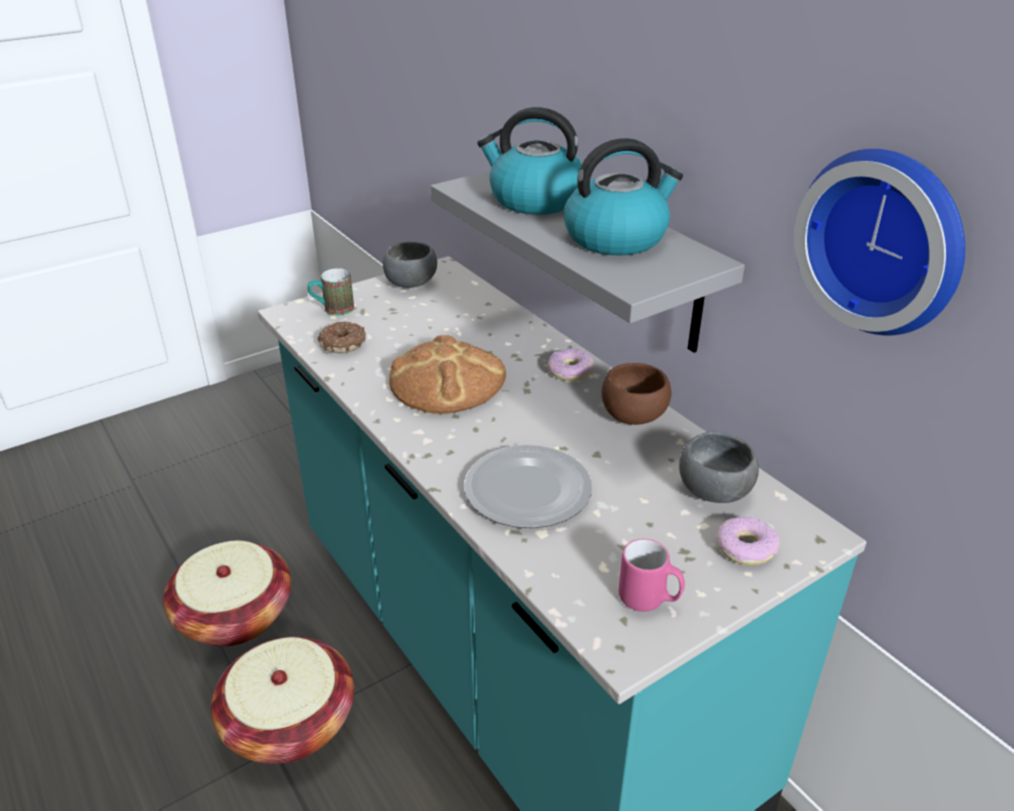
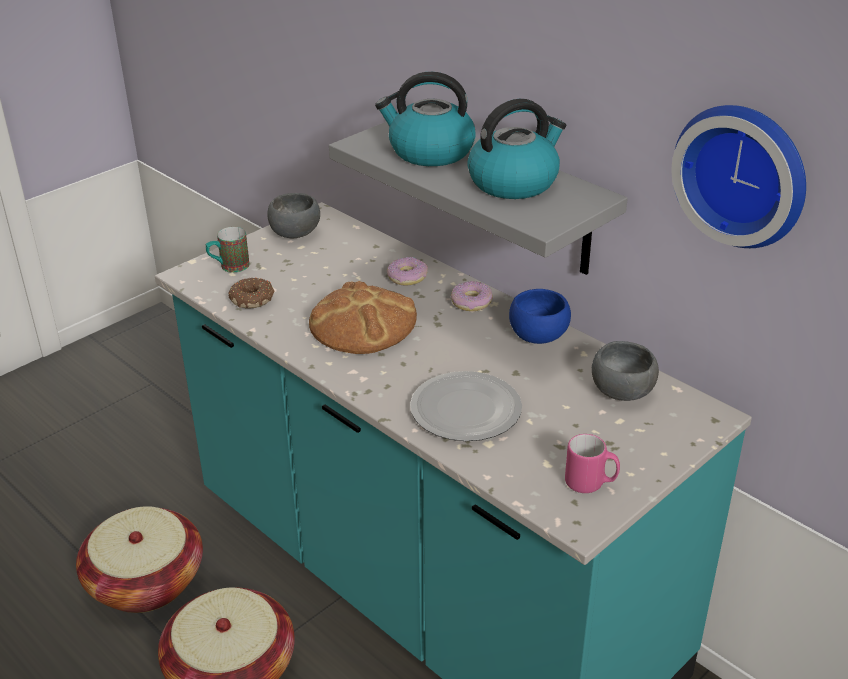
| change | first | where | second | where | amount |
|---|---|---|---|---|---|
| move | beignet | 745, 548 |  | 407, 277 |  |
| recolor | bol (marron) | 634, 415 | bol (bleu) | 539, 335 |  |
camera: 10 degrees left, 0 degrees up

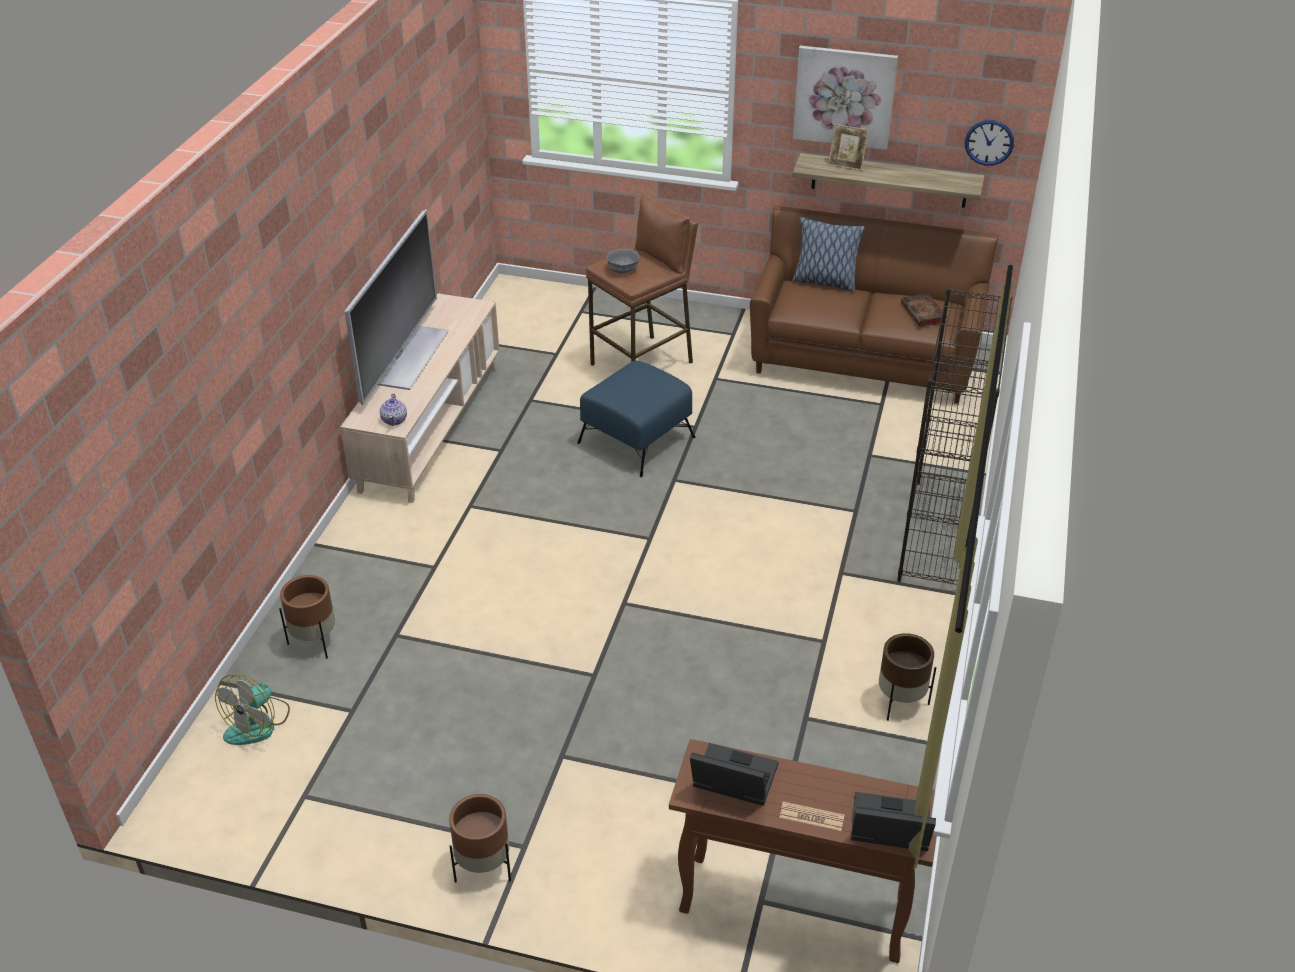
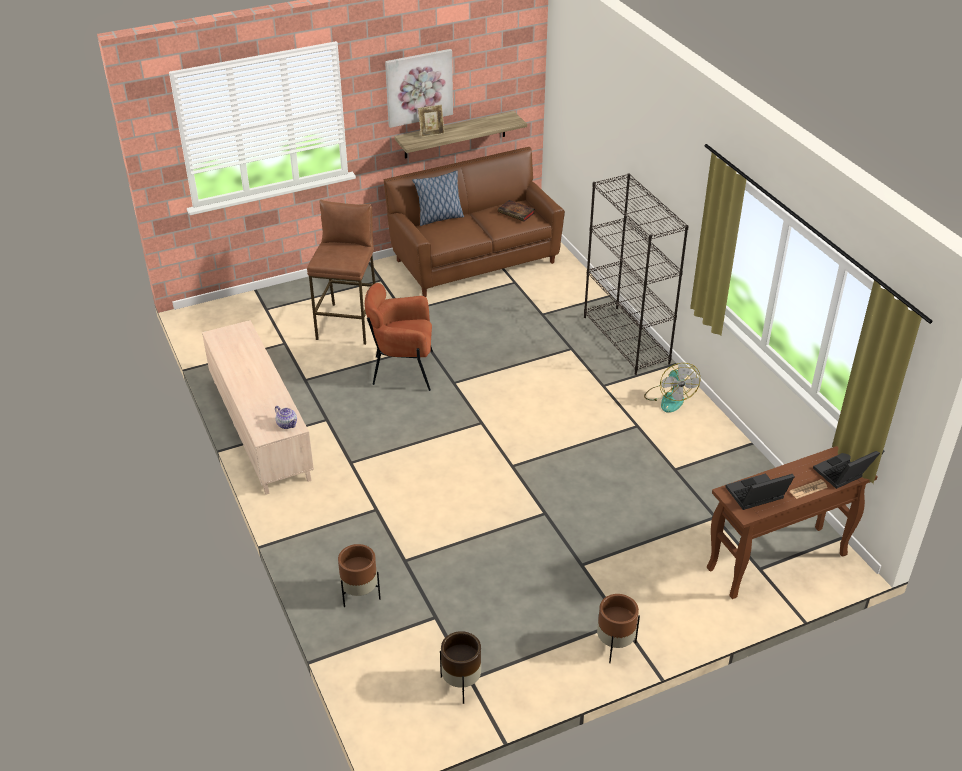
| change | first | where | second | where | amount |
|---|---|---|---|---|---|
| replace | pouf (bleu) | 637, 439 | fauteuil (marron) | 403, 370 |  |
| move | cache-pot (marron) | 900, 702 |  | 461, 684 |  |
| move | ventilateur | 258, 723 |  | 669, 398 |  |
| delete | téléviseur | 412, 357 |  |  |  |
| delete | bol (gris) | 623, 270 |  |  |  |
| delete | horloge murale | 989, 142 |  |  |  |
camera: 40 degrees left, 0 degrees up

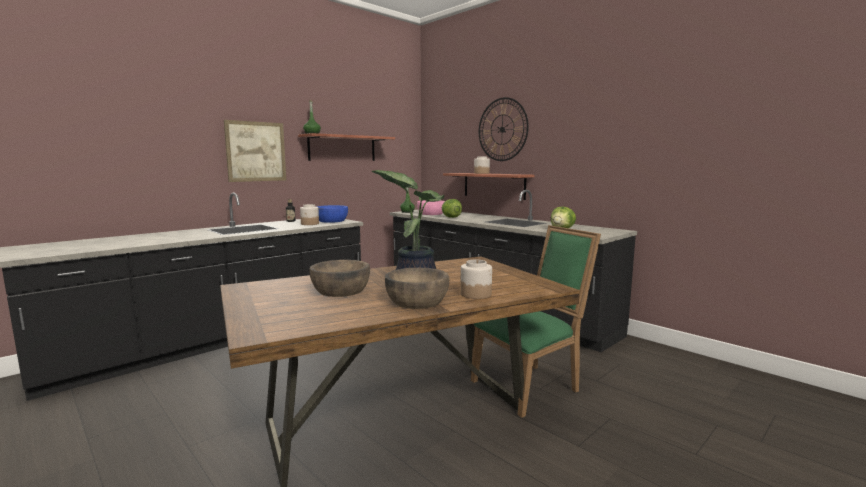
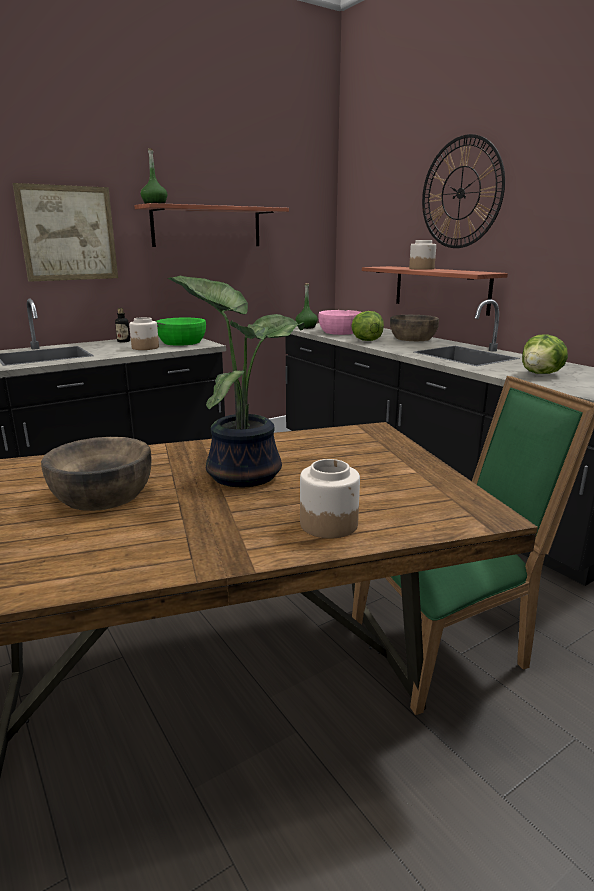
| change | first | where | second | where | amount |
|---|---|---|---|---|---|
| recolor | bol (bleu) | 331, 221 | bol (vert) | 182, 342 |  |
| move | bol (marron) | 417, 301 |  | 413, 338 |  |
camera: 10 degrees right, 10 degrees up

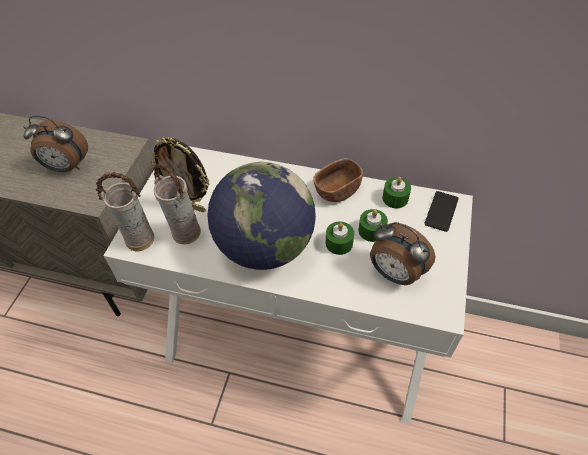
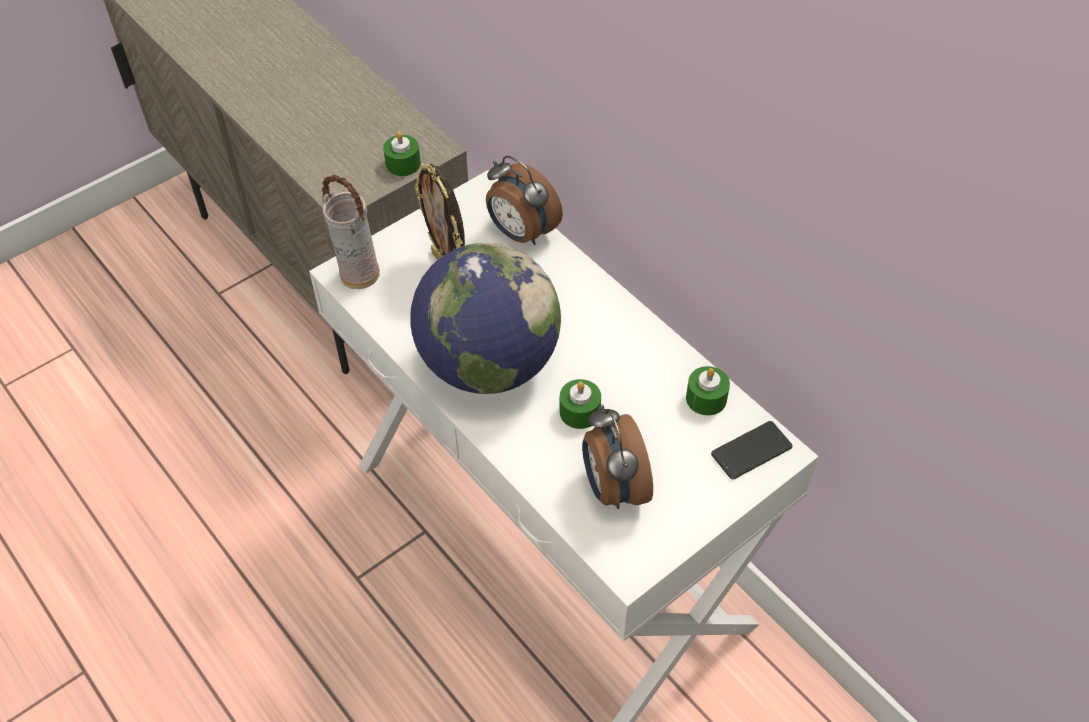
| change | first | where | second | where | amount |
|---|---|---|---|---|---|
| move | bougie (vert) | 371, 231 |  | 403, 164 |  |
| move | réveil | 67, 167 |  | 521, 233 |  |
| delete | vase | 185, 234 |  |  |  |
| delete | bol (marron) | 337, 190 |  |  |  |
camera: 35 degrees right, 0 degrees up

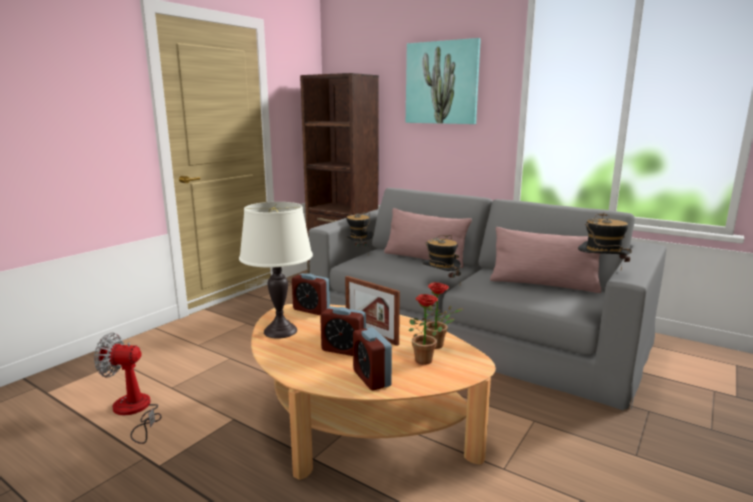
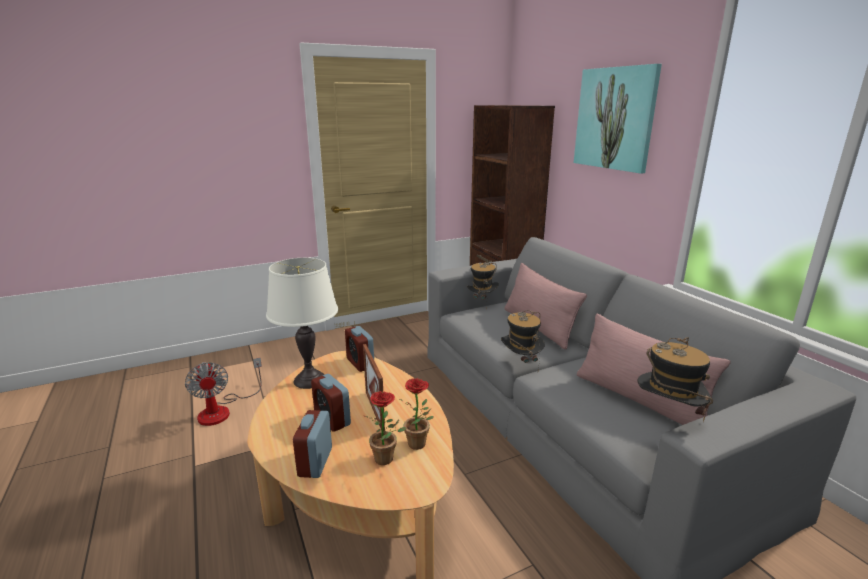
| change | first | where | second | where | amount |
|---|---|---|---|---|---|
| rotate | ventilateur | 135, 411 |  | 223, 410 | 150 degrees counterclockwise |
camera: 30 degrees right, 5 degrees up

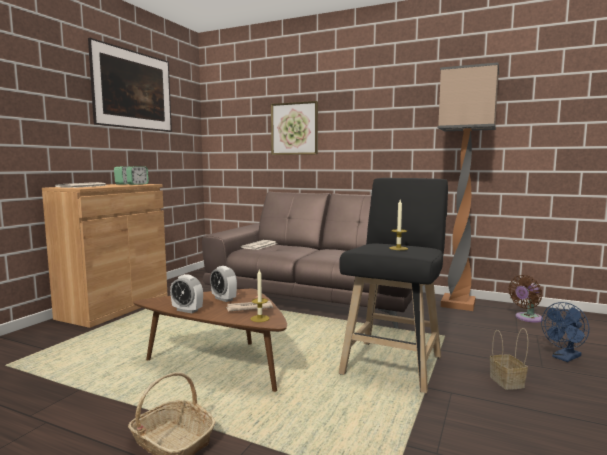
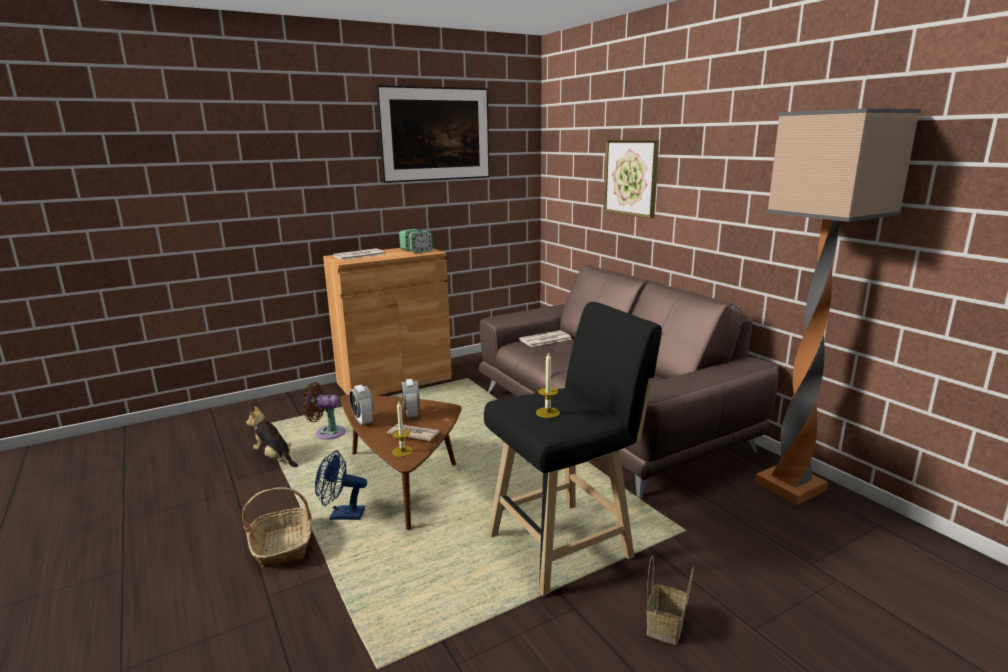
| change | first | where | second | where | amount |
|---|---|---|---|---|---|
| insert |  |  | peluche | 275, 458 |  |
| move | ventilateur (marron) | 527, 318 |  | 327, 433 |  |
| move | ventilateur (bleu) | 564, 358 |  | 341, 515 |  |
camera: 35 degrees right, 10 degrees up

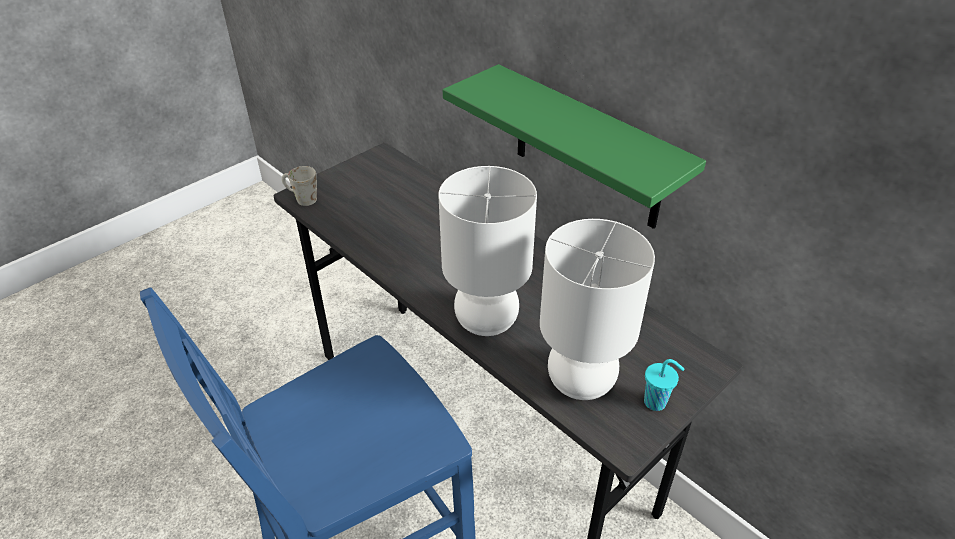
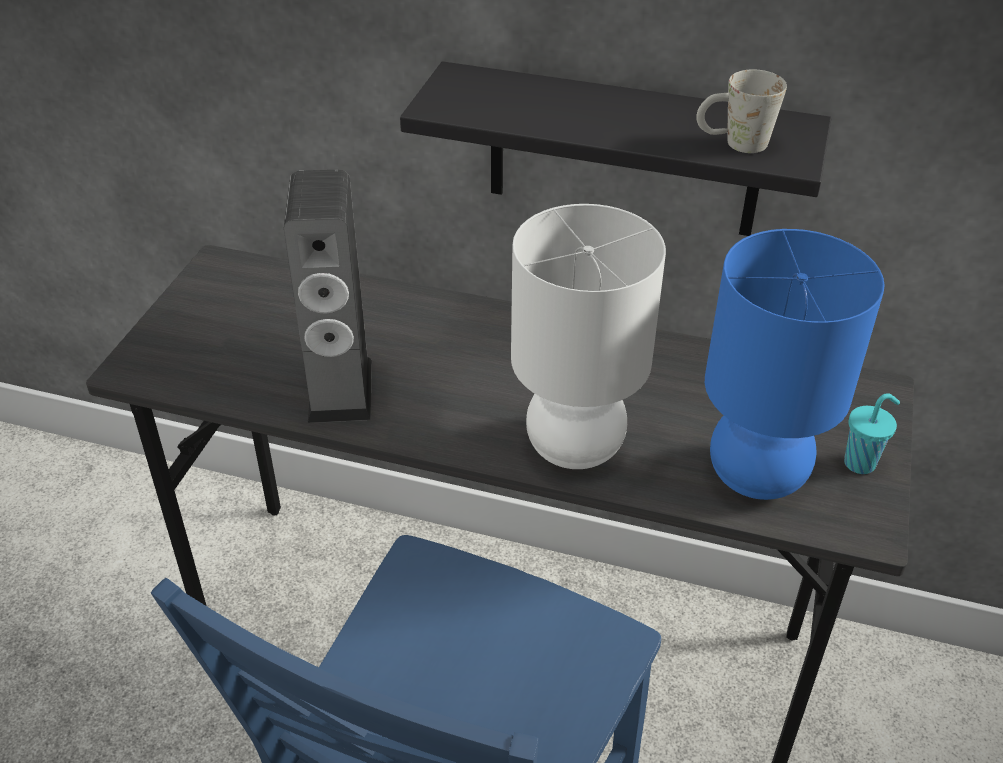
| change | first | where | second | where | amount |
|---|---|---|---|---|---|
| insert |  |  | enceinte | 340, 390 |  |
| recolor | étagère (vert) | 587, 149 | étagère (noir) | 623, 152 |  |
| move | mug (blanc) | 301, 198 |  | 733, 144 |  |
| recolor | lampe de table (blanc) | 581, 382 | lampe de table (bleu) | 758, 476 |  |
camera: 30 degrees left, 0 degrees up

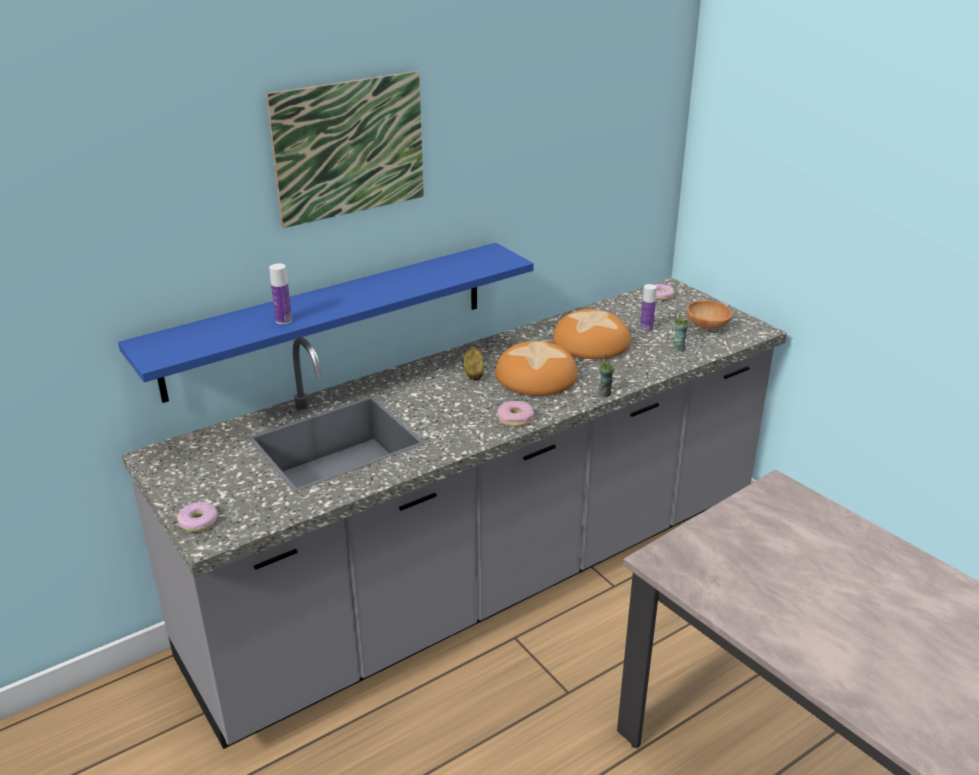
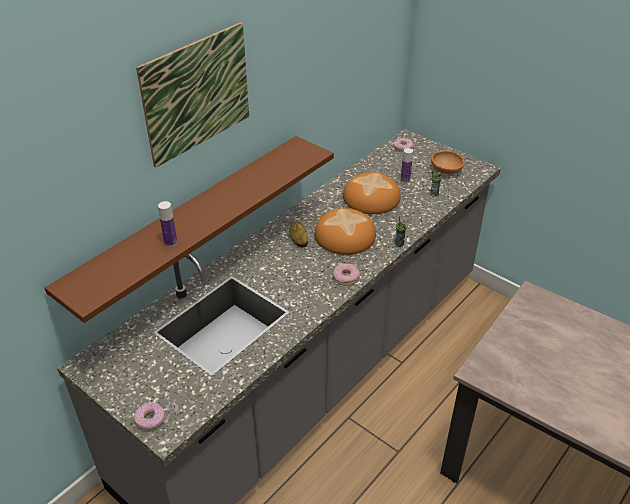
| change | first | where | second | where | amount |
|---|---|---|---|---|---|
| recolor | étagère (bleu) | 329, 319 | étagère (marron) | 190, 223 |  |
camera: 15 degrees left, 10 degrees up

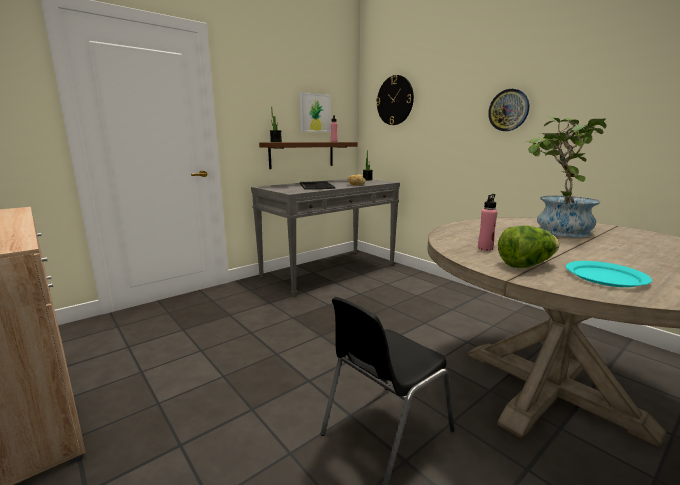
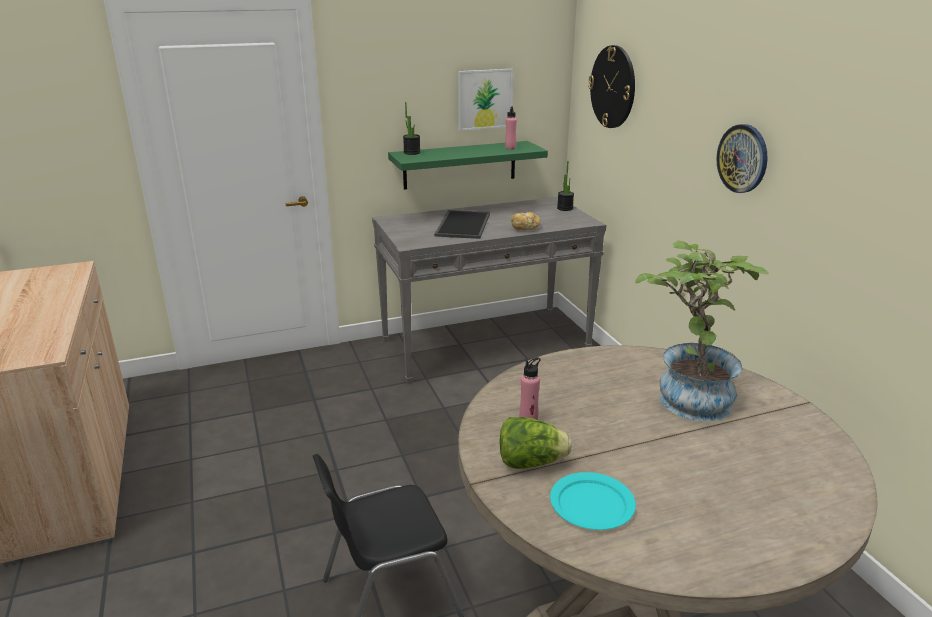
| change | first | where | second | where | amount |
|---|---|---|---|---|---|
| recolor | étagère (marron) | 302, 154 | étagère (vert) | 460, 165 |  |
camera: 20 degrees right, 10 degrees up

